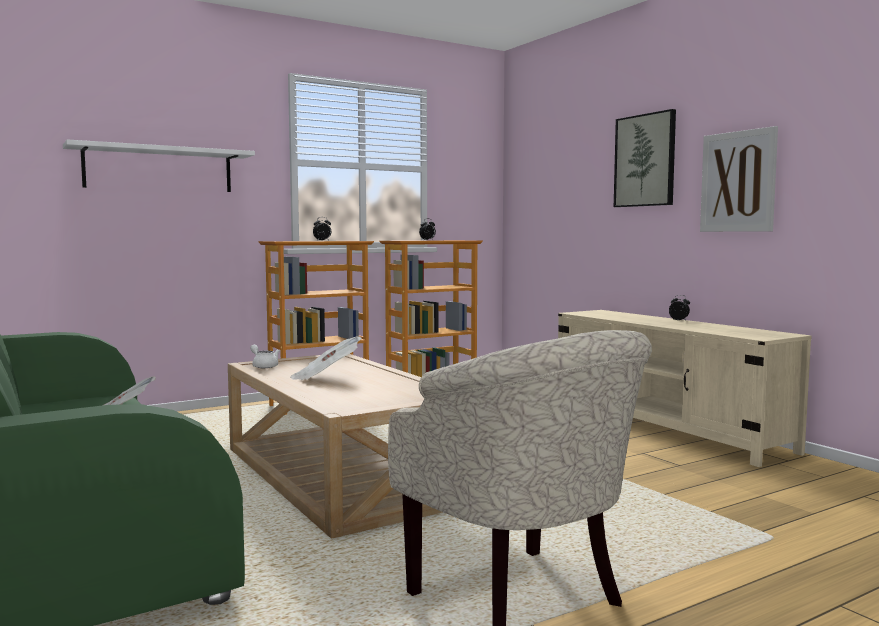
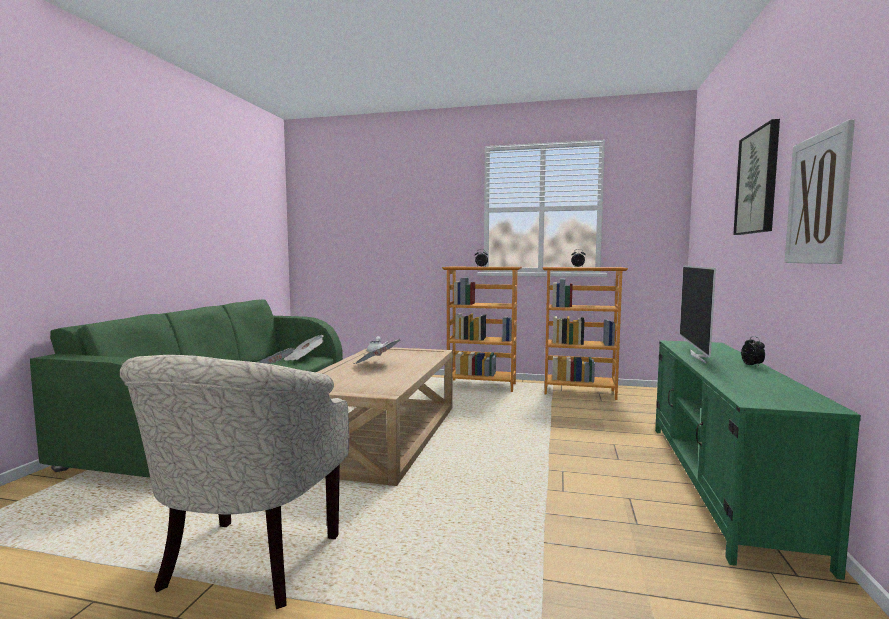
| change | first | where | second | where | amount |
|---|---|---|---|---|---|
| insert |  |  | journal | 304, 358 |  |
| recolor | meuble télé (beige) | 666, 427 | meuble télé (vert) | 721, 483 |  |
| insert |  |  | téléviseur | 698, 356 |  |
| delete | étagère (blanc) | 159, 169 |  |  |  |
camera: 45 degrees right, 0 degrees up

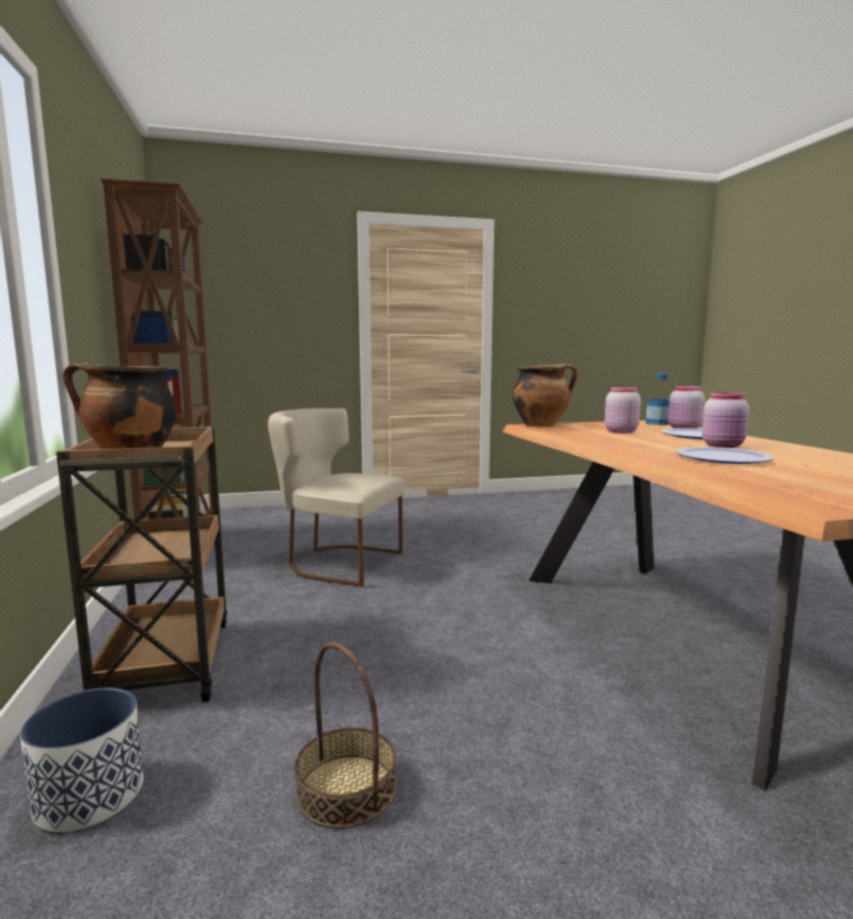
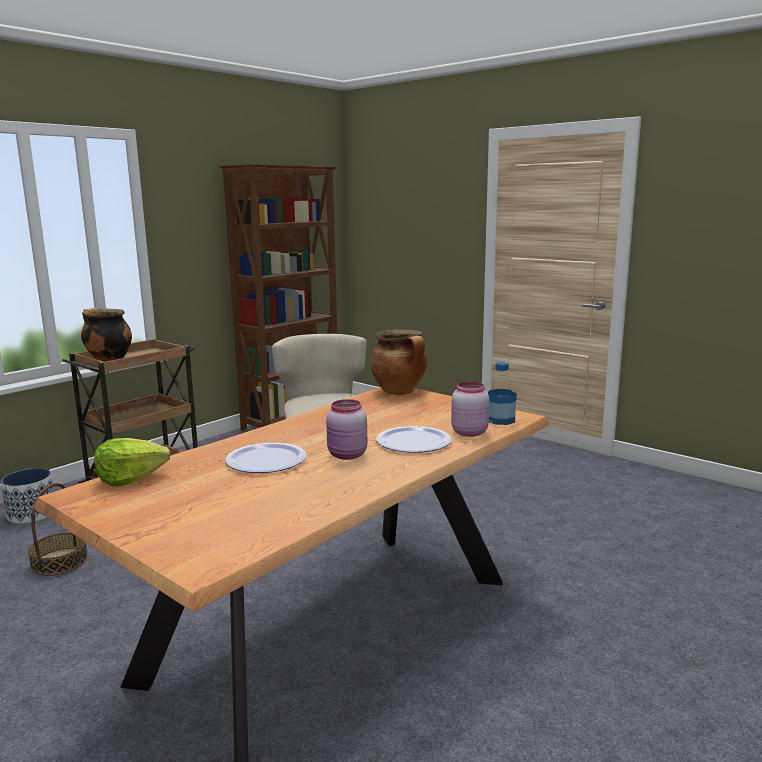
| change | first | where | second | where | amount |
|---|---|---|---|---|---|
| insert |  |  | laitue | 130, 478 |  |
| delete | bocal (rose) | 620, 431 |  |  |  |
camera: 55 degrees right, 5 degrees up

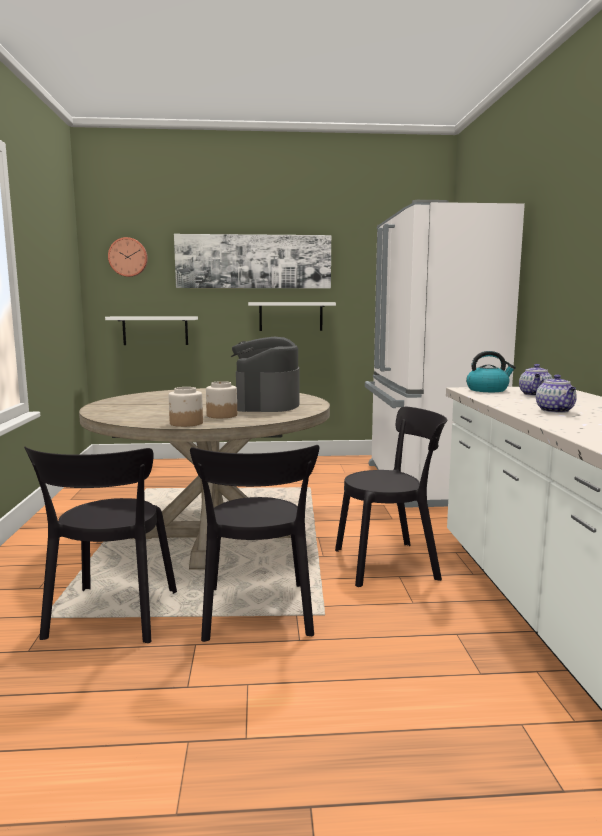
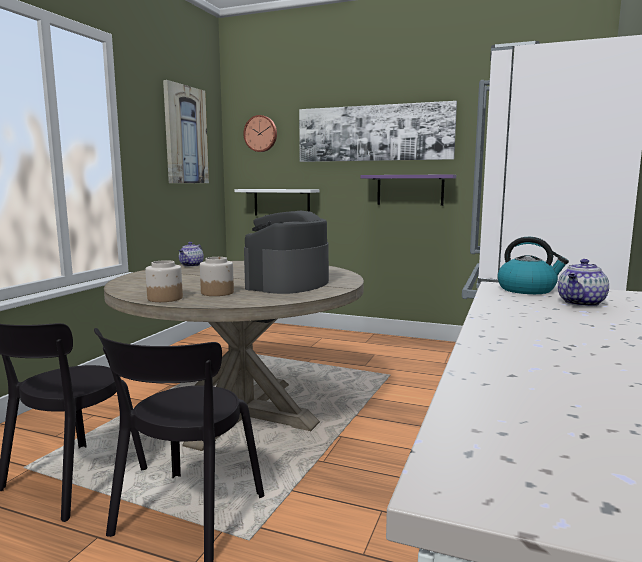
| change | first | where | second | where | amount |
|---|---|---|---|---|---|
| insert |  |  | tableau | 185, 135 |  |
| move | théière | 555, 411 |  | 191, 265 |  |
| recolor | étagère (blanc) | 290, 316 | étagère (violet) | 410, 190 |  |
| delete | chaise (noir) | 391, 563 |  |  |  |
camera: 25 degrees right, 0 degrees up

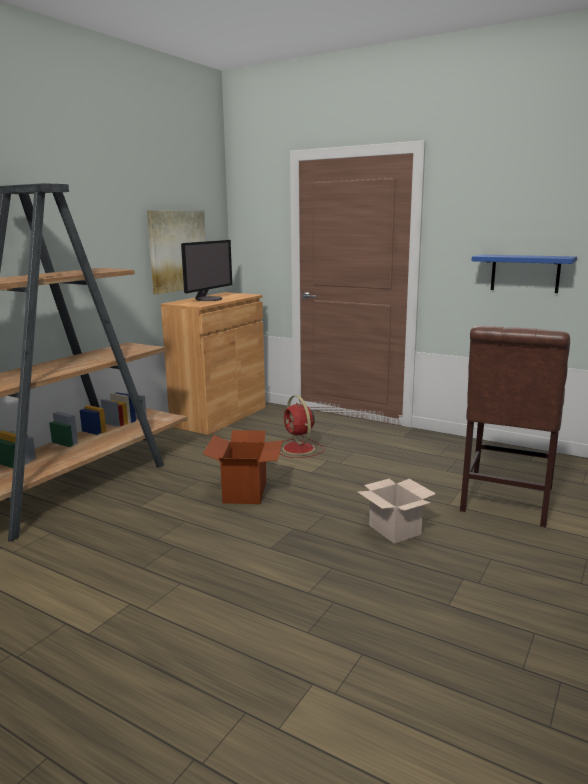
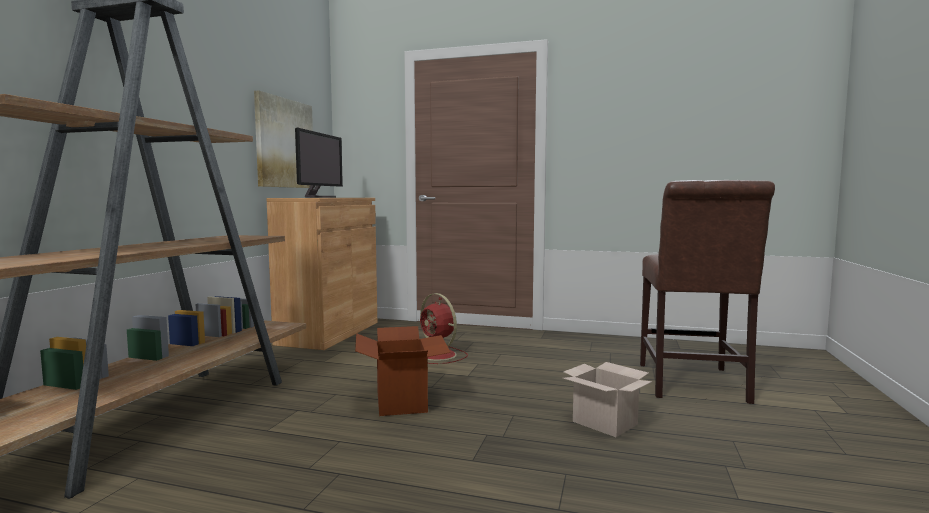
| change | first | where | second | where | amount |
|---|---|---|---|---|---|
| delete | étagère (bleu) | 525, 273 |  |  |  |
camera: 15 degrees left, 10 degrees down

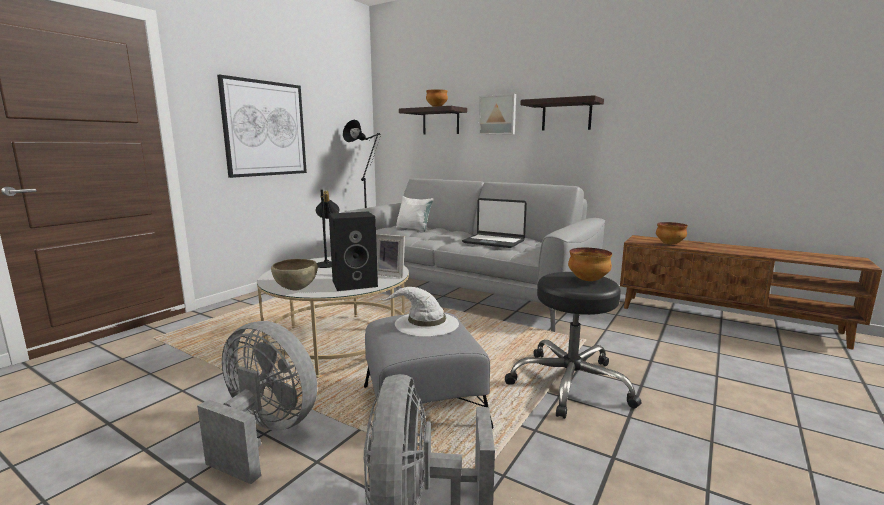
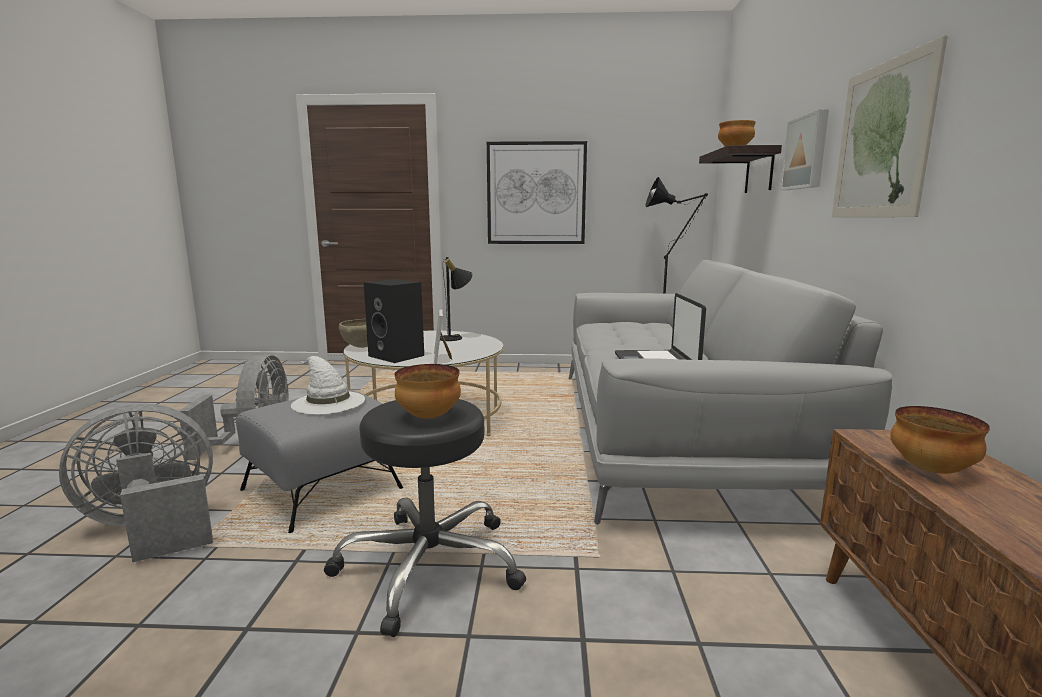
| change | first | where | second | where | amount |
|---|---|---|---|---|---|
| replace | étagère | 566, 115 | tableau | 882, 140 |  |
| delete | coussin (blanc) | 414, 229 |  |  |  |
camera: 60 degrees right, 0 degrees up

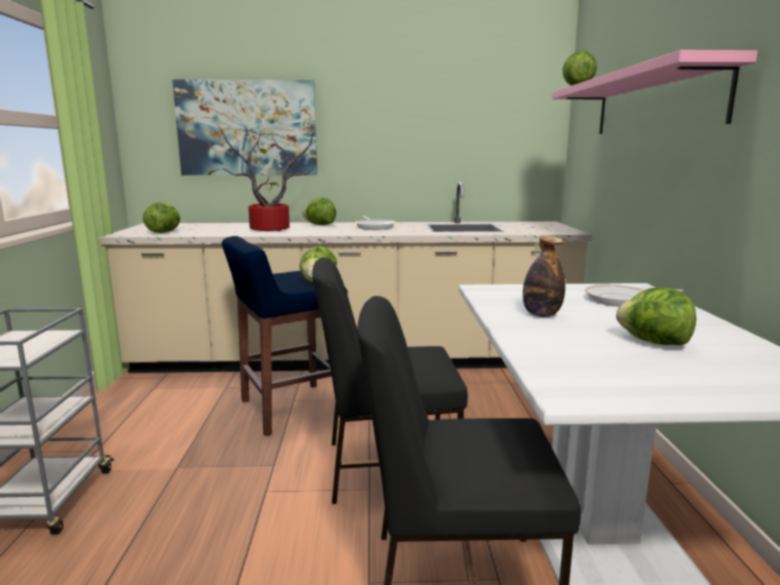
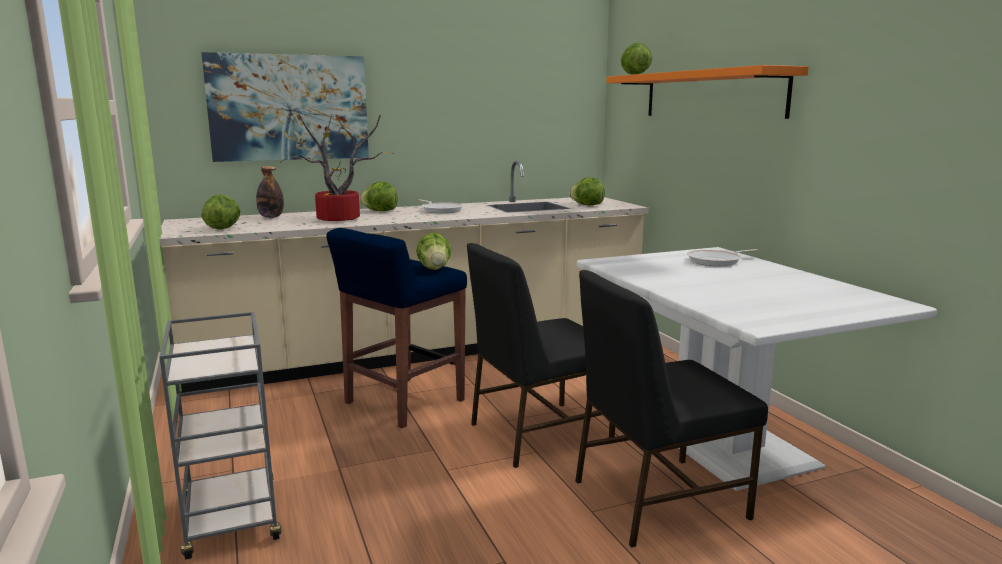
| change | first | where | second | where | amount |
|---|---|---|---|---|---|
| move | bouteille | 541, 315 |  | 271, 217 |  |
| move | laitue | 653, 342 |  | 587, 205 |  |
| recolor | étagère (rose) | 654, 103 | étagère (orange) | 711, 94 |  |
camera: 20 degrees left, 0 degrees up

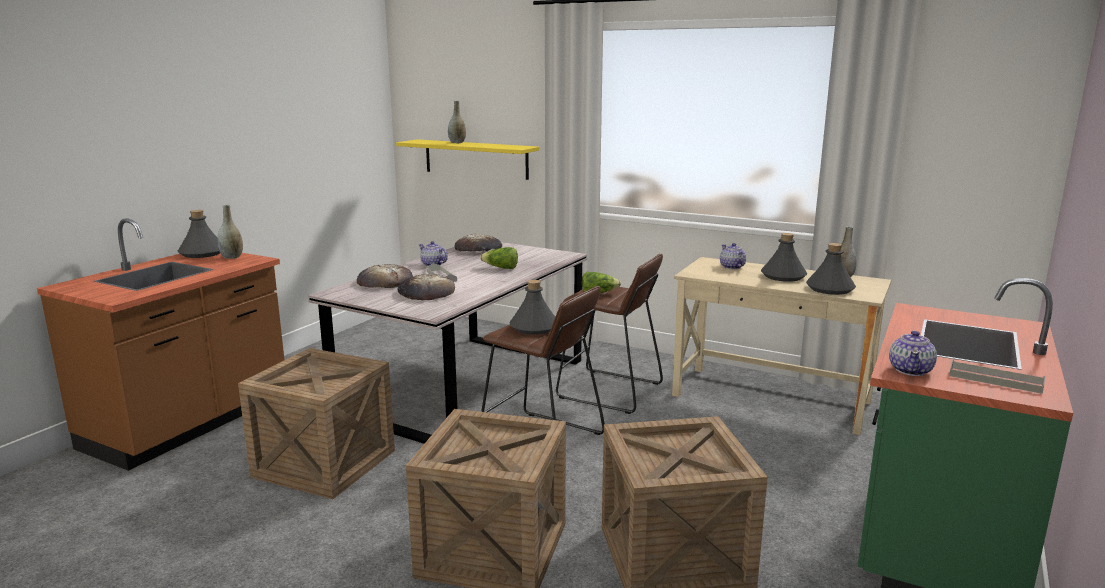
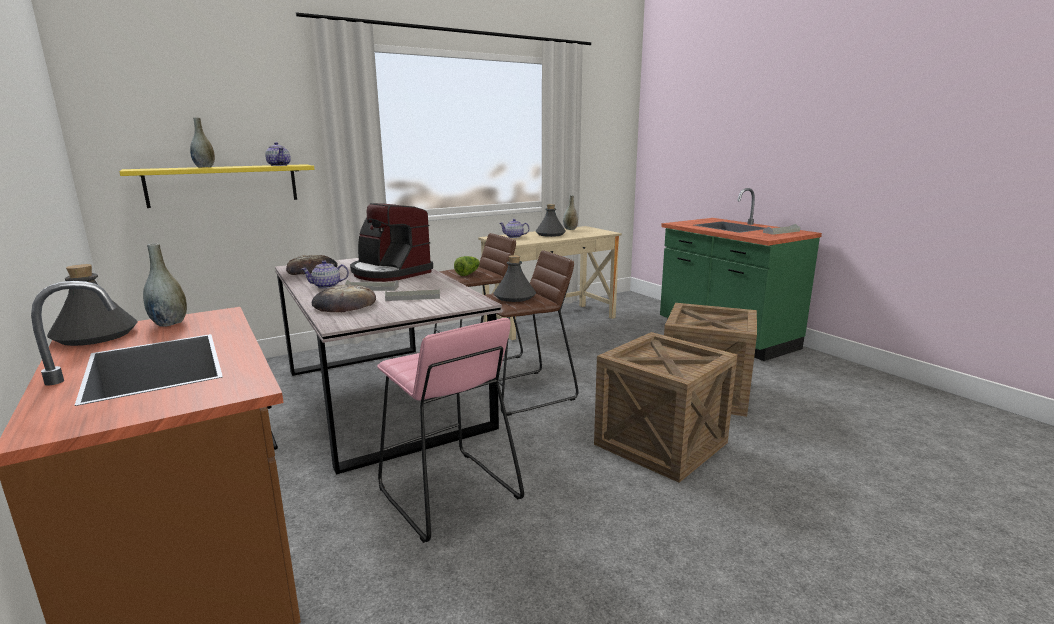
| change | first | where | second | where | amount |
|---|---|---|---|---|---|
| move | théière | 911, 370 |  | 279, 165 |  |
| replace | laitue | 501, 268 | machine à café | 389, 273 |  |
| replace | caisse | 324, 463 | tabouret (rose) | 447, 493 |  |
| replace | pain | 426, 292 | plateau (gris) | 413, 297 |  |
| delete | bouteille (gris) | 829, 289 |  |  |  |
camera: 60 degrees left, 0 degrees up

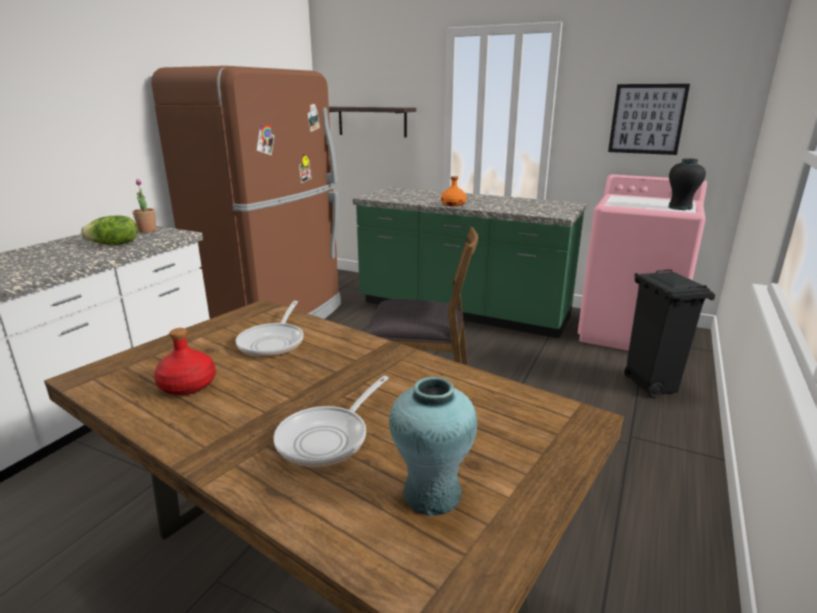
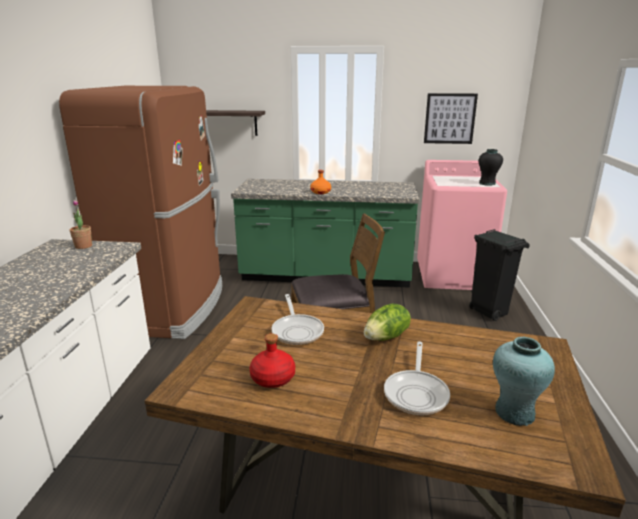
| change | first | where | second | where | amount |
|---|---|---|---|---|---|
| move | laitue | 114, 244 |  | 387, 337 |  |
camera: 20 degrees left, 0 degrees up

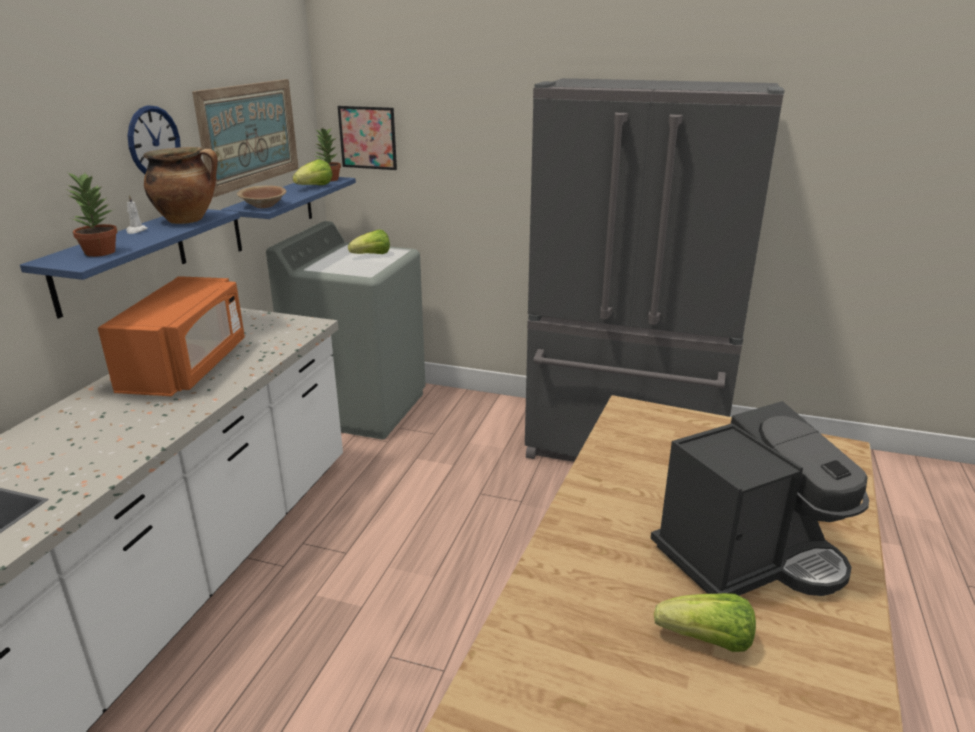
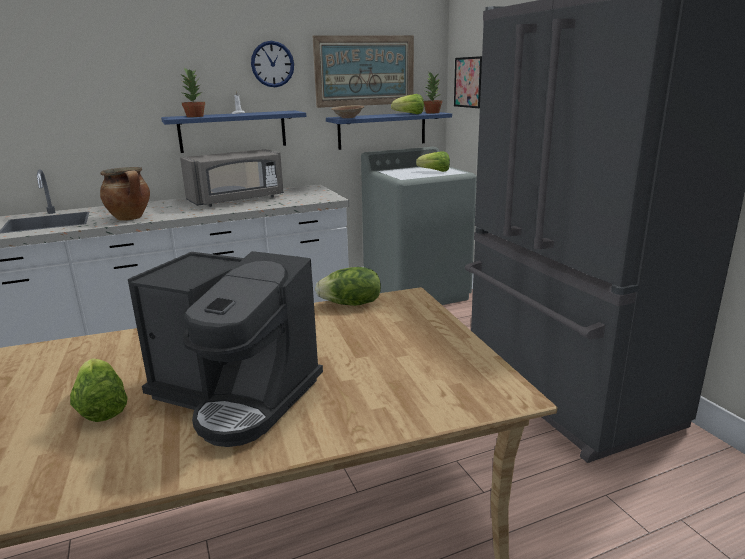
| change | first | where | second | where | amount |
|---|---|---|---|---|---|
| move | marmite | 188, 220 |  | 130, 218 |  |
| recolor | micro-ondes (orange) | 187, 367 | micro-ondes (gris) | 237, 200 |  |
| insert |  |  | laitue | 351, 304 |  |
camera: 50 degrees right, 5 degrees down

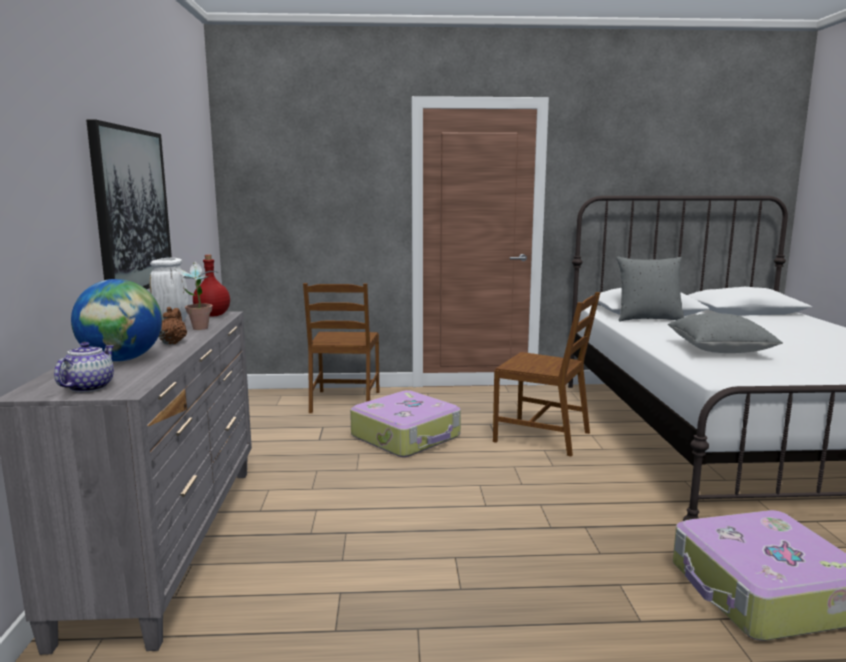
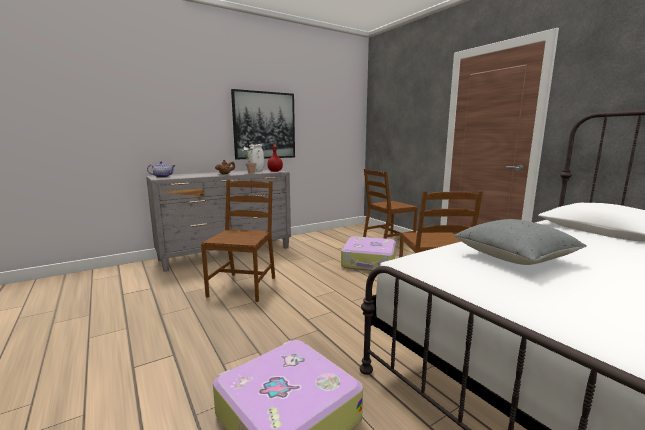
| change | first | where | second | where | amount |
|---|---|---|---|---|---|
| insert |  |  | chaise (marron) | 243, 286 |  |
| delete | globe | 122, 360 |  |  |  |
| delete | coussin (gris) | 648, 319 |  |  |  |
camera: 60 degrees right, 0 degrees up

